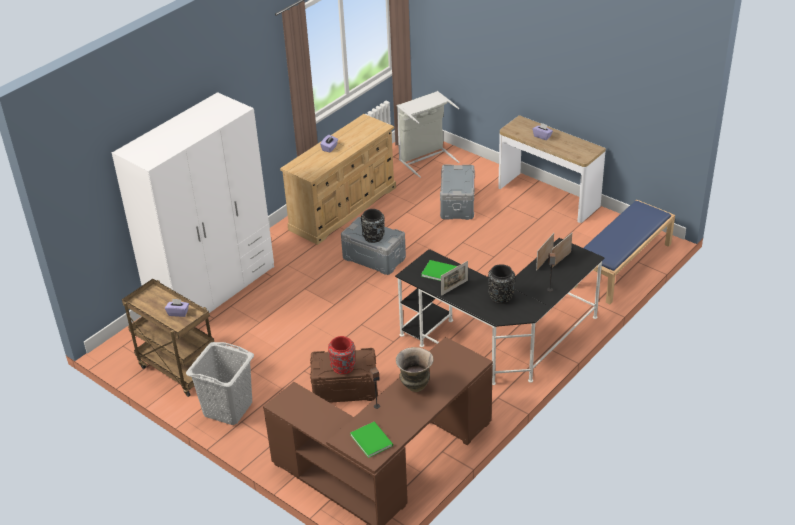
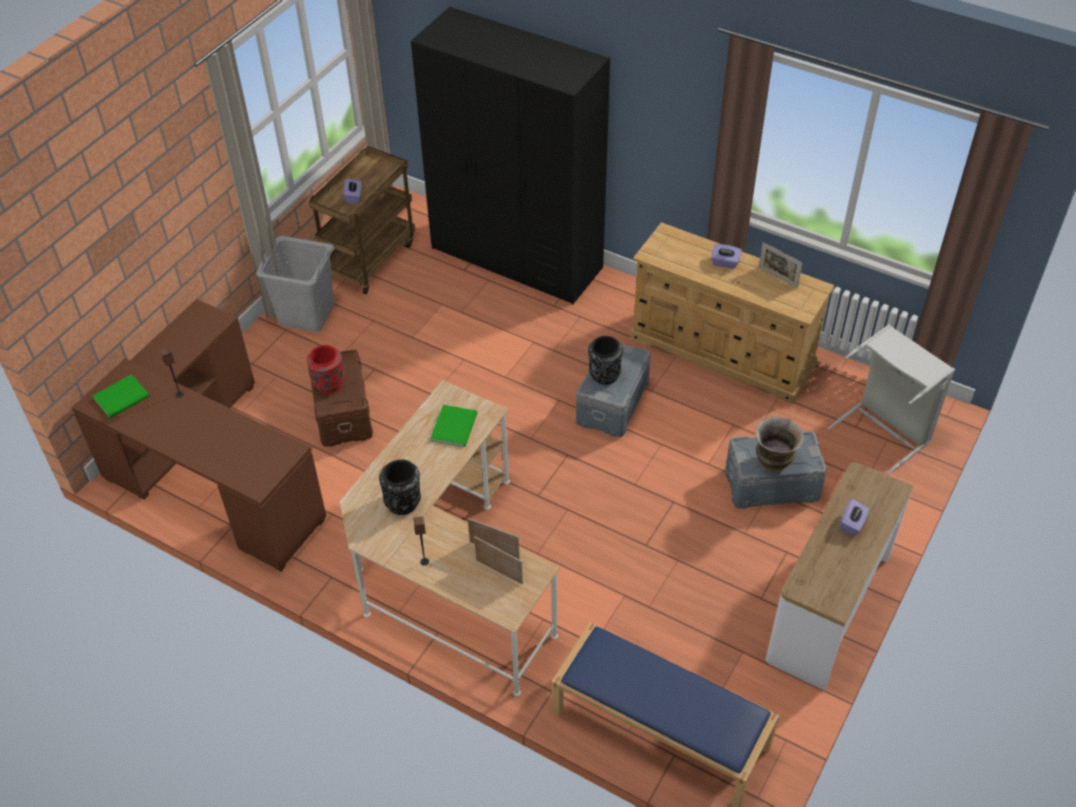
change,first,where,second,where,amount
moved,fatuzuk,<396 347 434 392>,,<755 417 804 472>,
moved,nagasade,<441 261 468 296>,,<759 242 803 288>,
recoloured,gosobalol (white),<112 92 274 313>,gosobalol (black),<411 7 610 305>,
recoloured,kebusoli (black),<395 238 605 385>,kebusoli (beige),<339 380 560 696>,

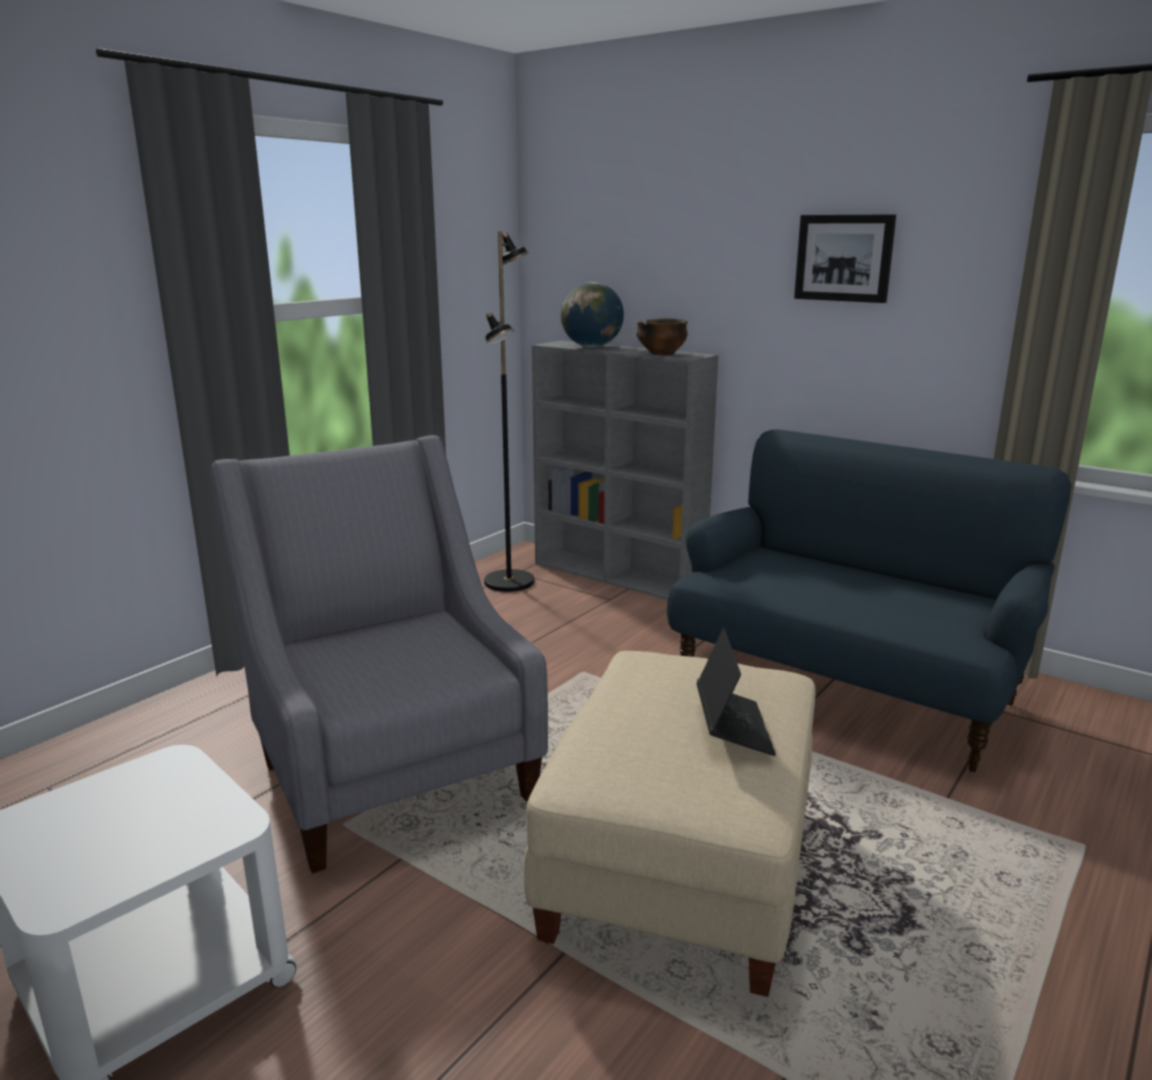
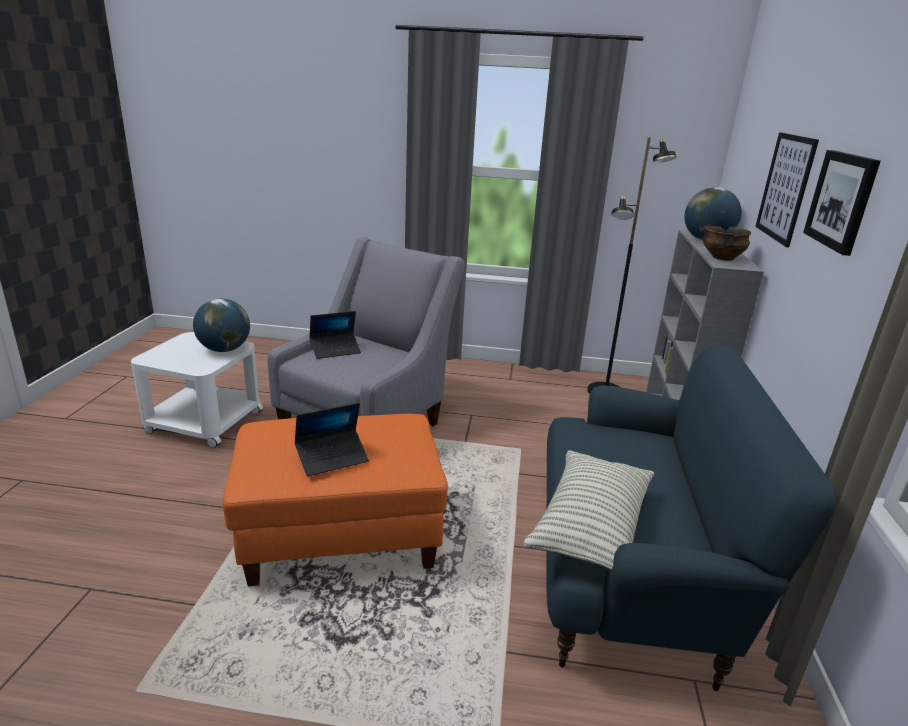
change,first,where,second,where,amount
added,,,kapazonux,<193 299 250 352>,
added,,,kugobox,<309 311 361 359>,
added,,,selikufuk,<524 451 654 570>,
added,,,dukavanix,<755 132 819 247>,
recoloured,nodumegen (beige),<523 651 816 997>,nodumegen (orange),<223 414 448 586>,

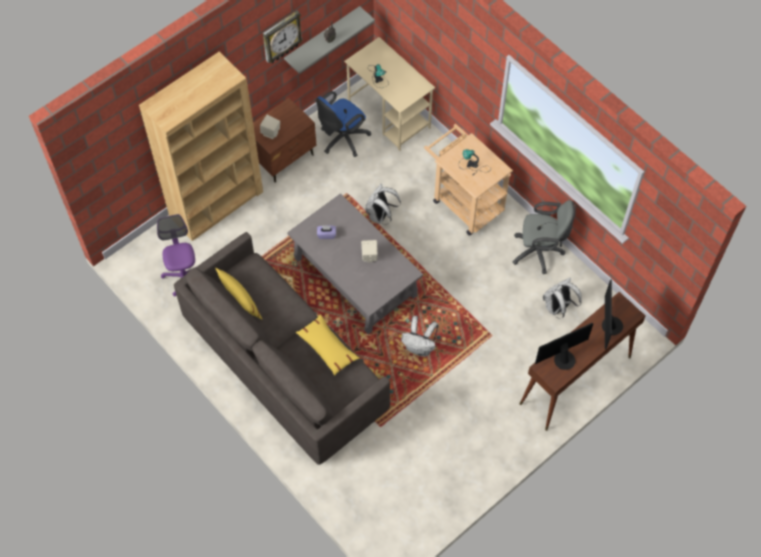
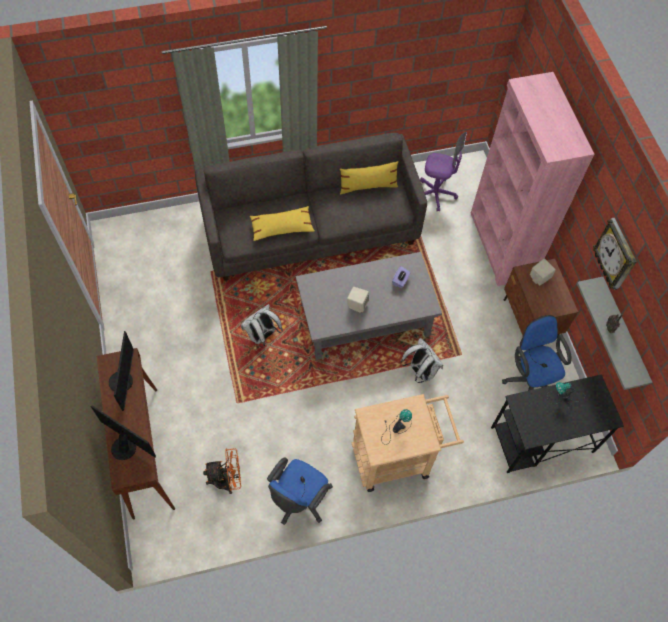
change,first,where,second,where,amount
replaced,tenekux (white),<543 277 582 319>,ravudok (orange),<203 448 241 494>,
recoloured,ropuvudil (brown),<139 52 263 241>,ropuvudil (pink),<471 72 594 286>,
recoloured,kebusoli (beige),<344 37 435 151>,kebusoli (black),<491 374 624 473>,
recoloured,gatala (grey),<513 200 575 274>,gatala (blue),<267 457 333 525>,

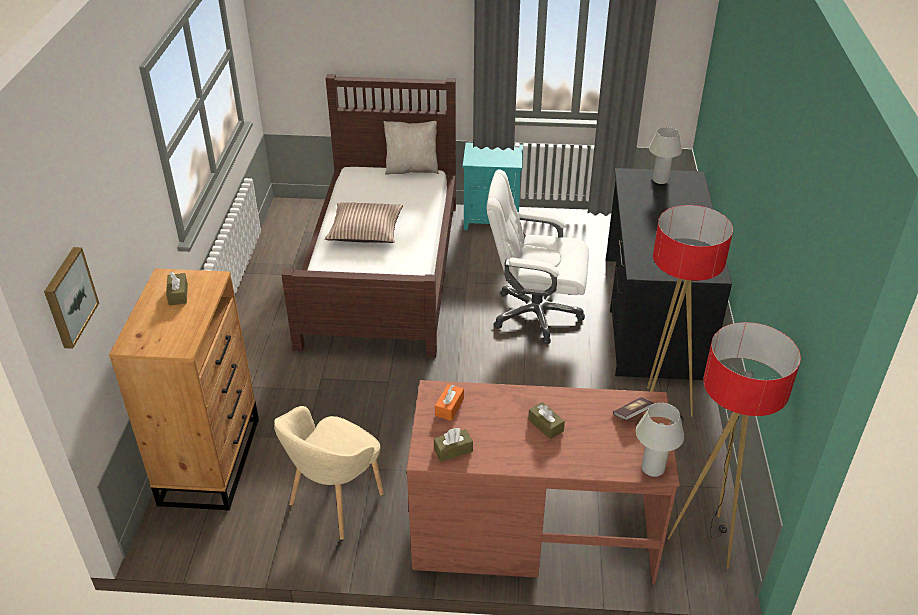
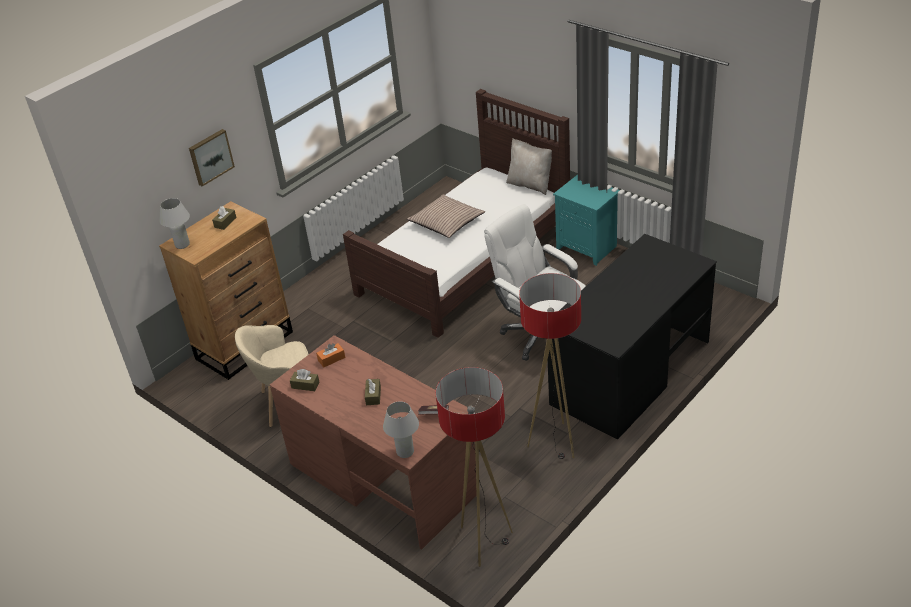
change,first,where,second,where,amount
moved,dukavanix,<44 247 99 349>,,<189 129 235 187>,
moved,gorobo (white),<649 127 682 184>,,<159 198 190 249>,

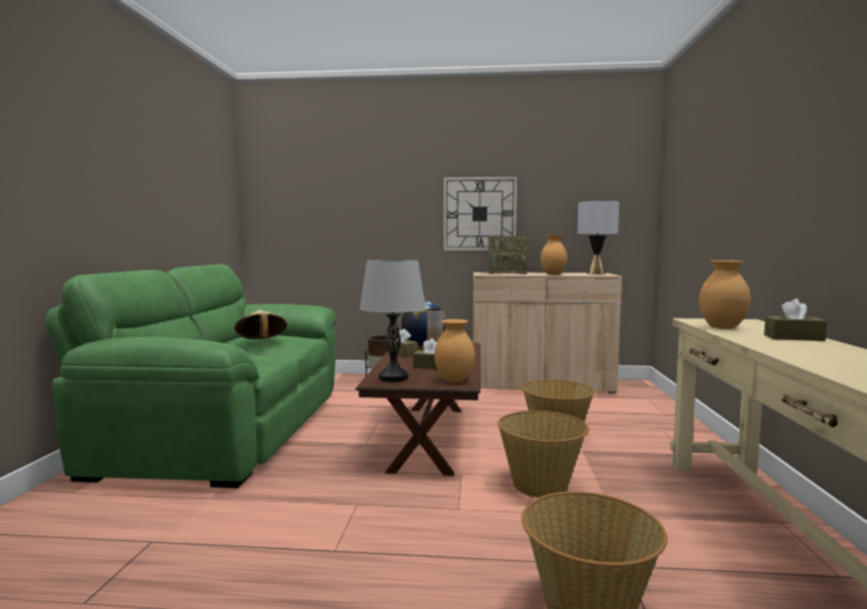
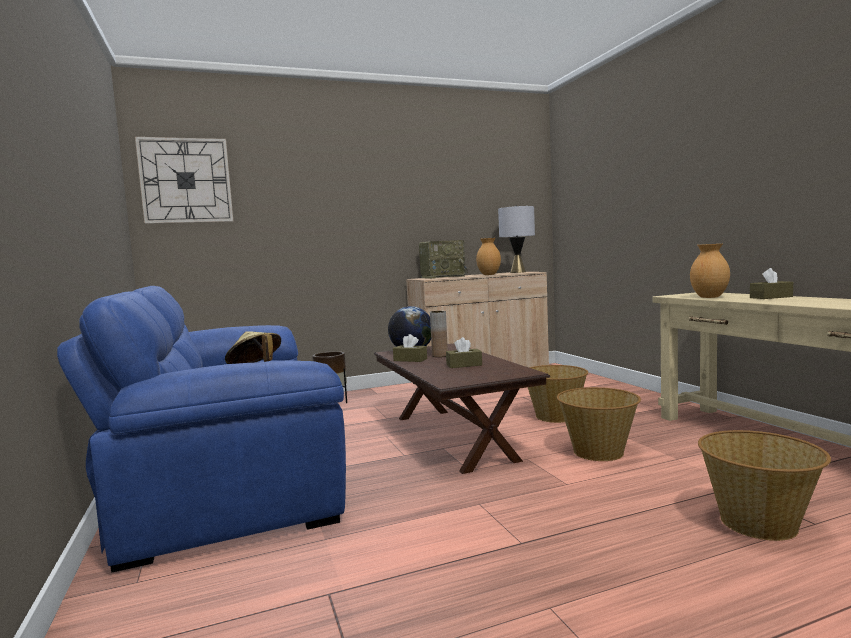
change,first,where,second,where,amount
removed,gorobo (grey),<360 260 426 382>,,,
removed,fatuzuk (brown),<434 319 475 382>,,,
moved,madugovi,<444 177 517 250>,,<135 137 233 224>,
recoloured,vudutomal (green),<45 264 337 488>,vudutomal (blue),<57 286 346 572>,

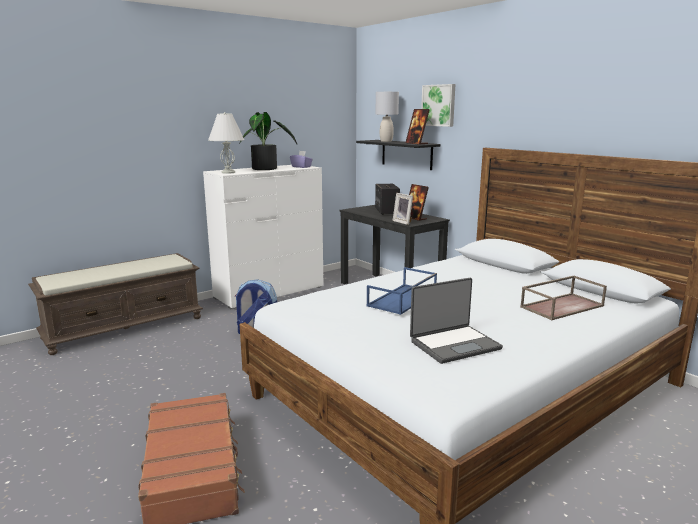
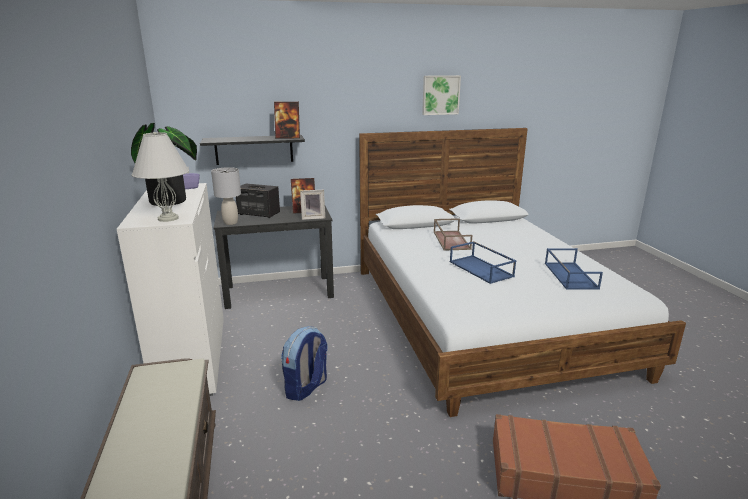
change,first,where,second,where,amount
moved,gorobo (grey),<375 92 399 142>,,<211 167 241 225>,
moved,dukavanix,<421 84 456 127>,,<422 75 461 115>,
moved,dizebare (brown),<520 276 607 320>,,<434 218 472 251>,
replaced,kugobox,<410 278 503 364>,dizebare (blue),<545 248 603 290>,

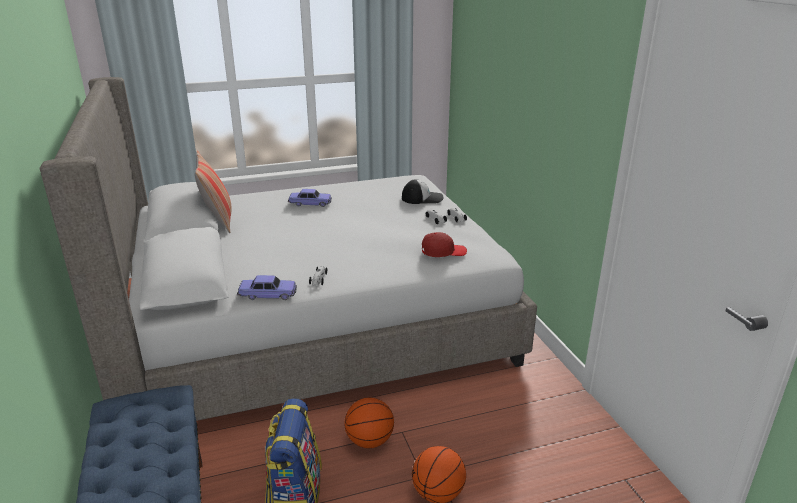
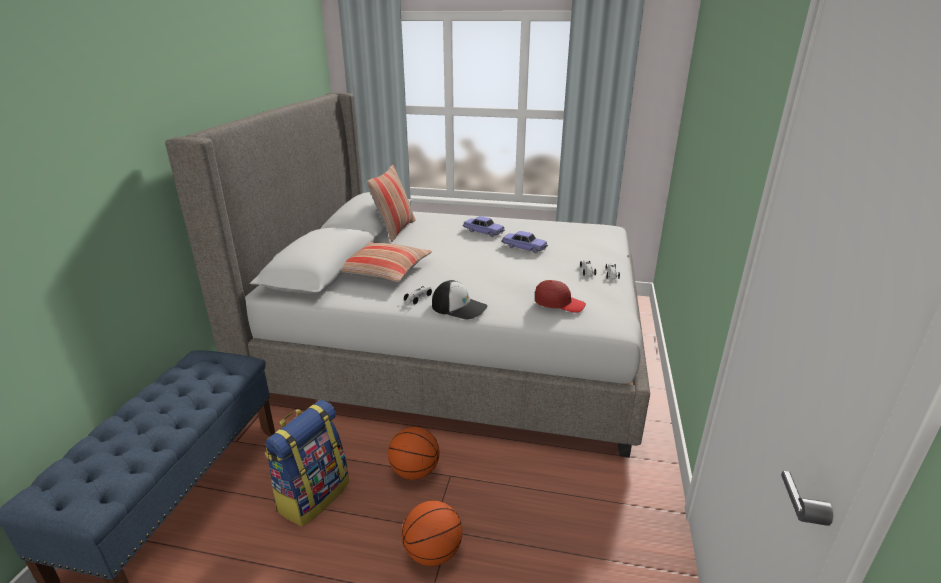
change,first,where,second,where,amount
added,,,selikufuk,<341 242 432 282>,
moved,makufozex,<237 275 297 300>,,<501 231 548 253>,
moved,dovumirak,<402 179 443 204>,,<432 280 488 320>,

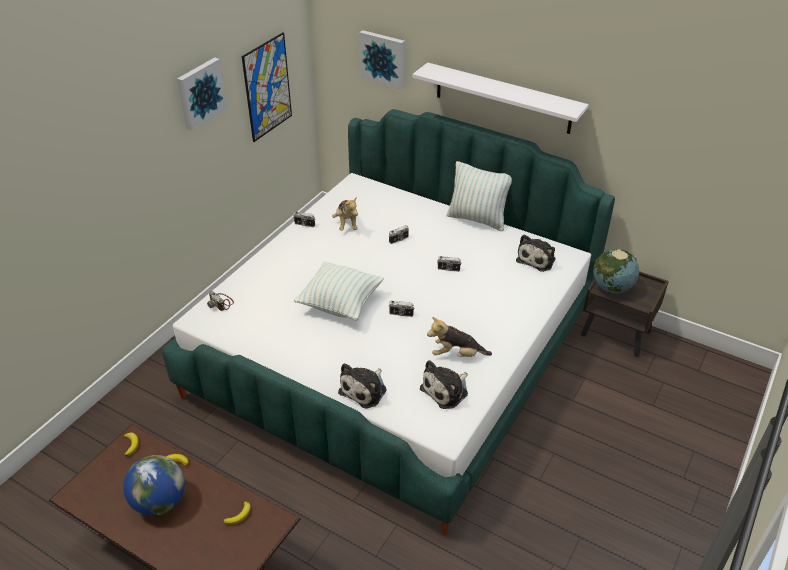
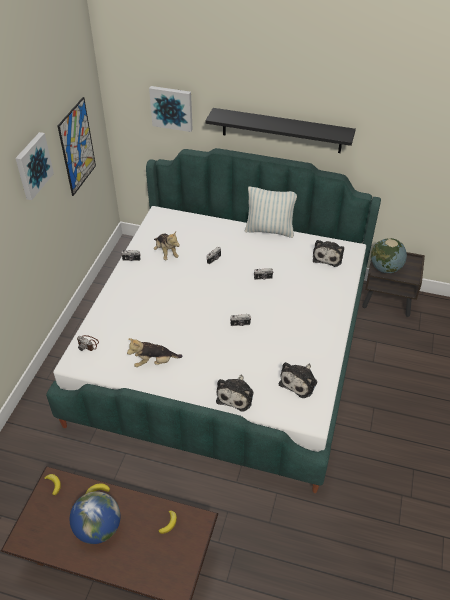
change,first,where,second,where,amount
removed,selikufuk,<294 261 384 321>,,,
moved,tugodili,<427 317 492 357>,,<127 338 183 367>,
recoloured,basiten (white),<413 62 589 134>,basiten (black),<205 108 356 153>,

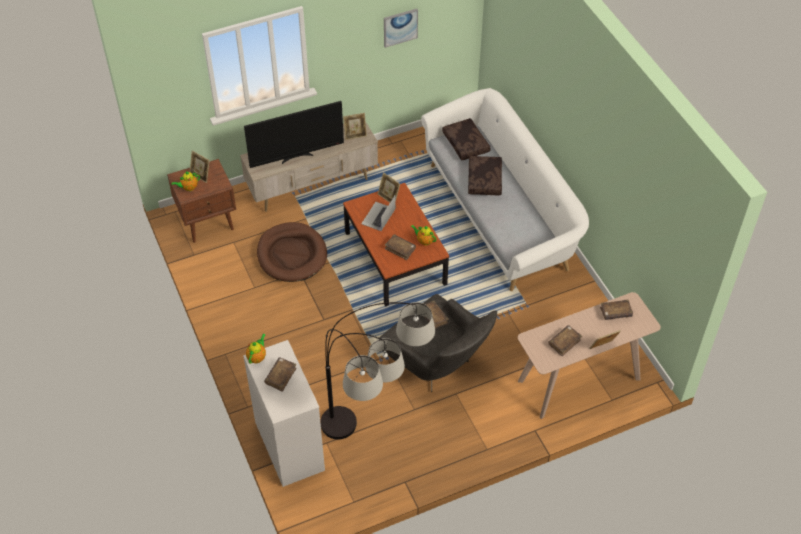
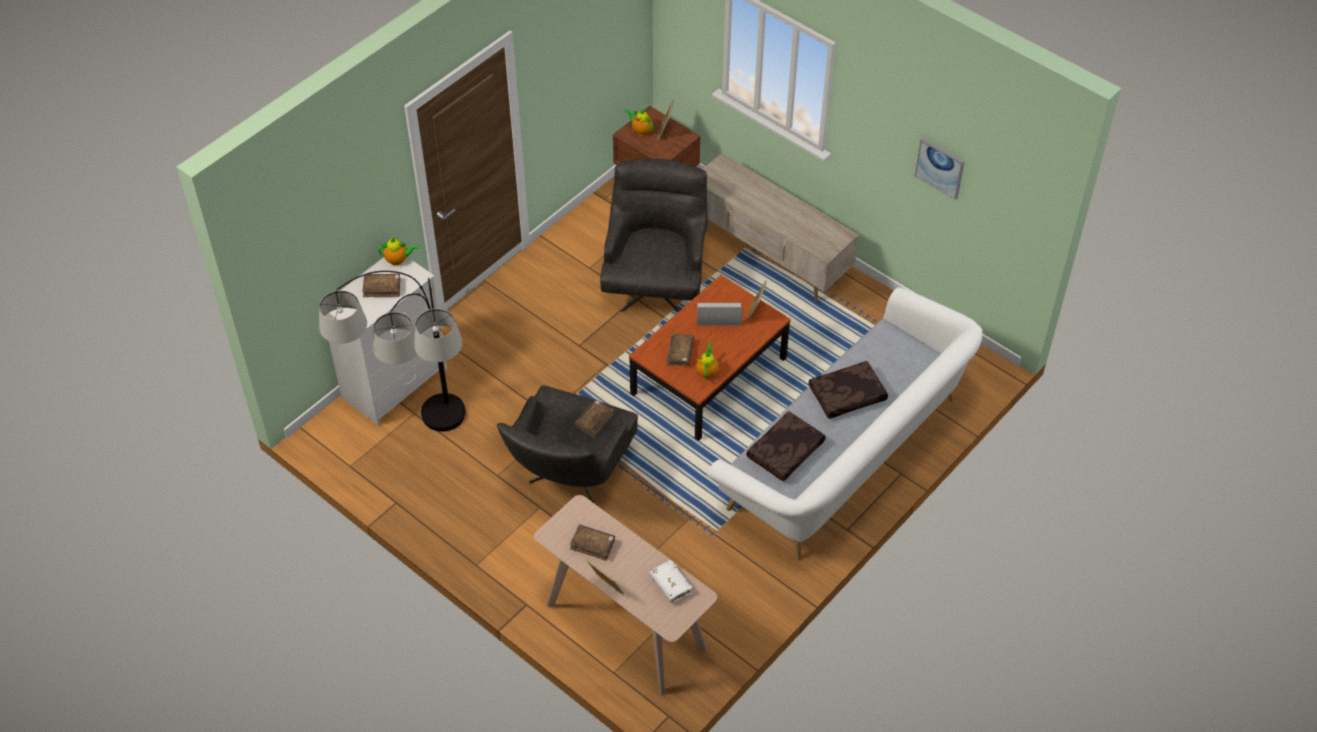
change,first,where,second,where,amount
removed,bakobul,<244 101 344 168>,,,
removed,nagasade,<343 113 367 140>,,,
moved,selikufuk (brown),<442 118 491 161>,,<746 411 825 482>,
replaced,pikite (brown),<257 222 327 282>,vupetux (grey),<600 159 708 312>,
recoloured,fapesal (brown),<600 299 633 320>,fapesal (white),<649 560 693 603>,

